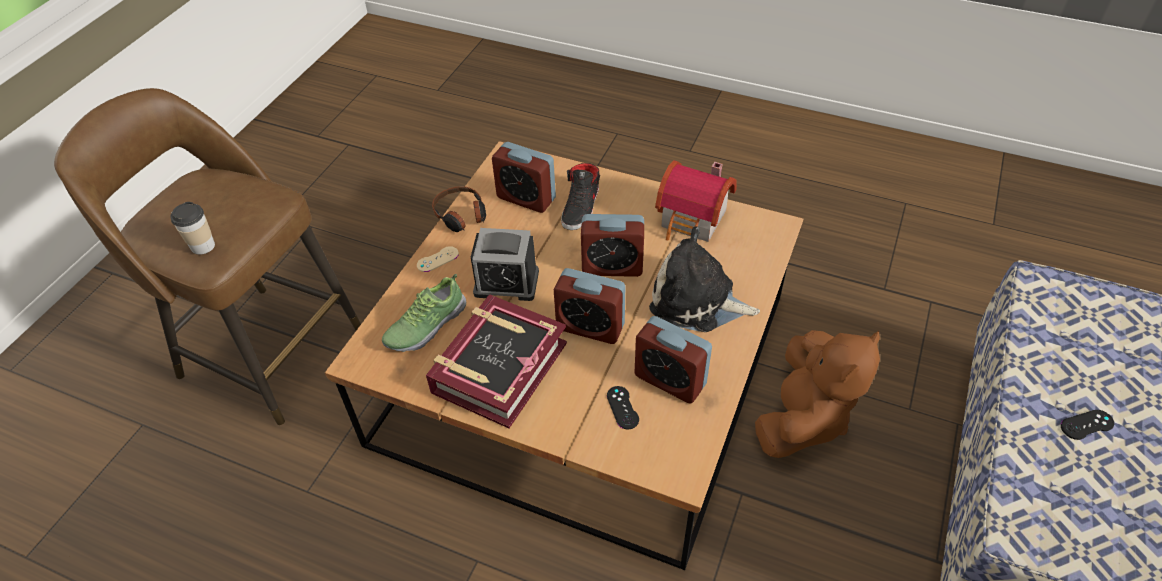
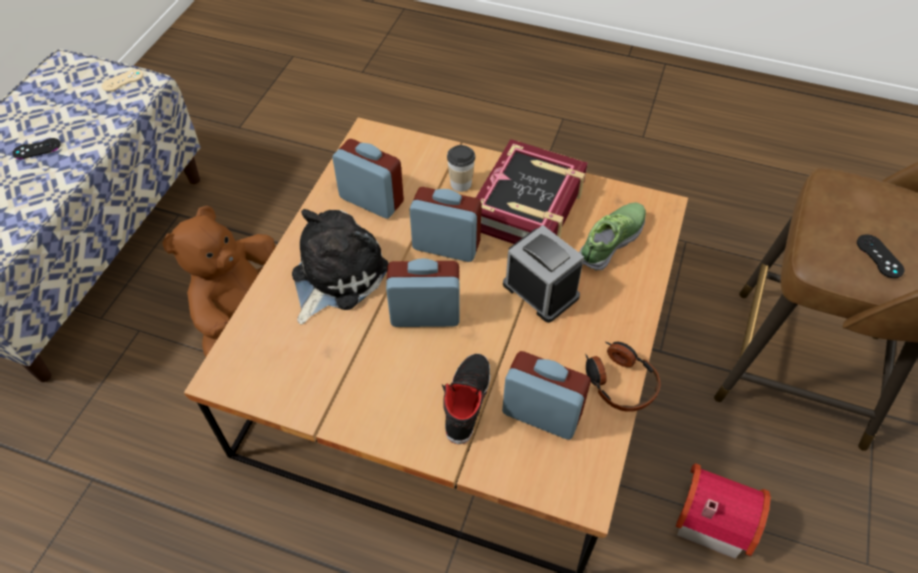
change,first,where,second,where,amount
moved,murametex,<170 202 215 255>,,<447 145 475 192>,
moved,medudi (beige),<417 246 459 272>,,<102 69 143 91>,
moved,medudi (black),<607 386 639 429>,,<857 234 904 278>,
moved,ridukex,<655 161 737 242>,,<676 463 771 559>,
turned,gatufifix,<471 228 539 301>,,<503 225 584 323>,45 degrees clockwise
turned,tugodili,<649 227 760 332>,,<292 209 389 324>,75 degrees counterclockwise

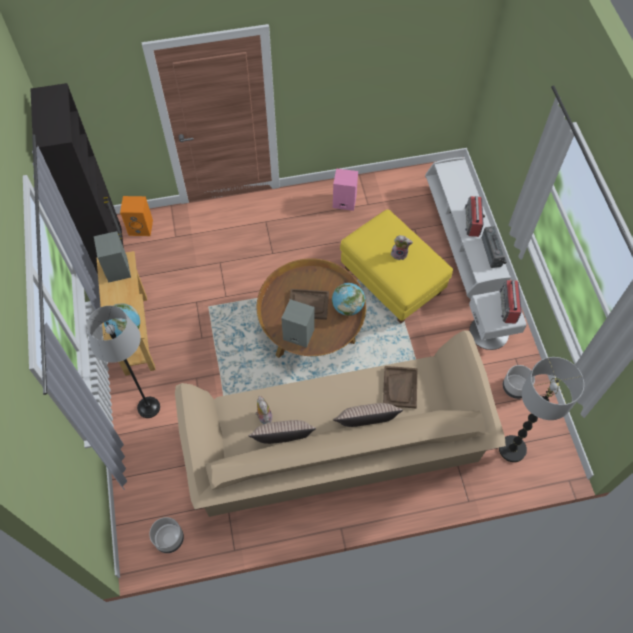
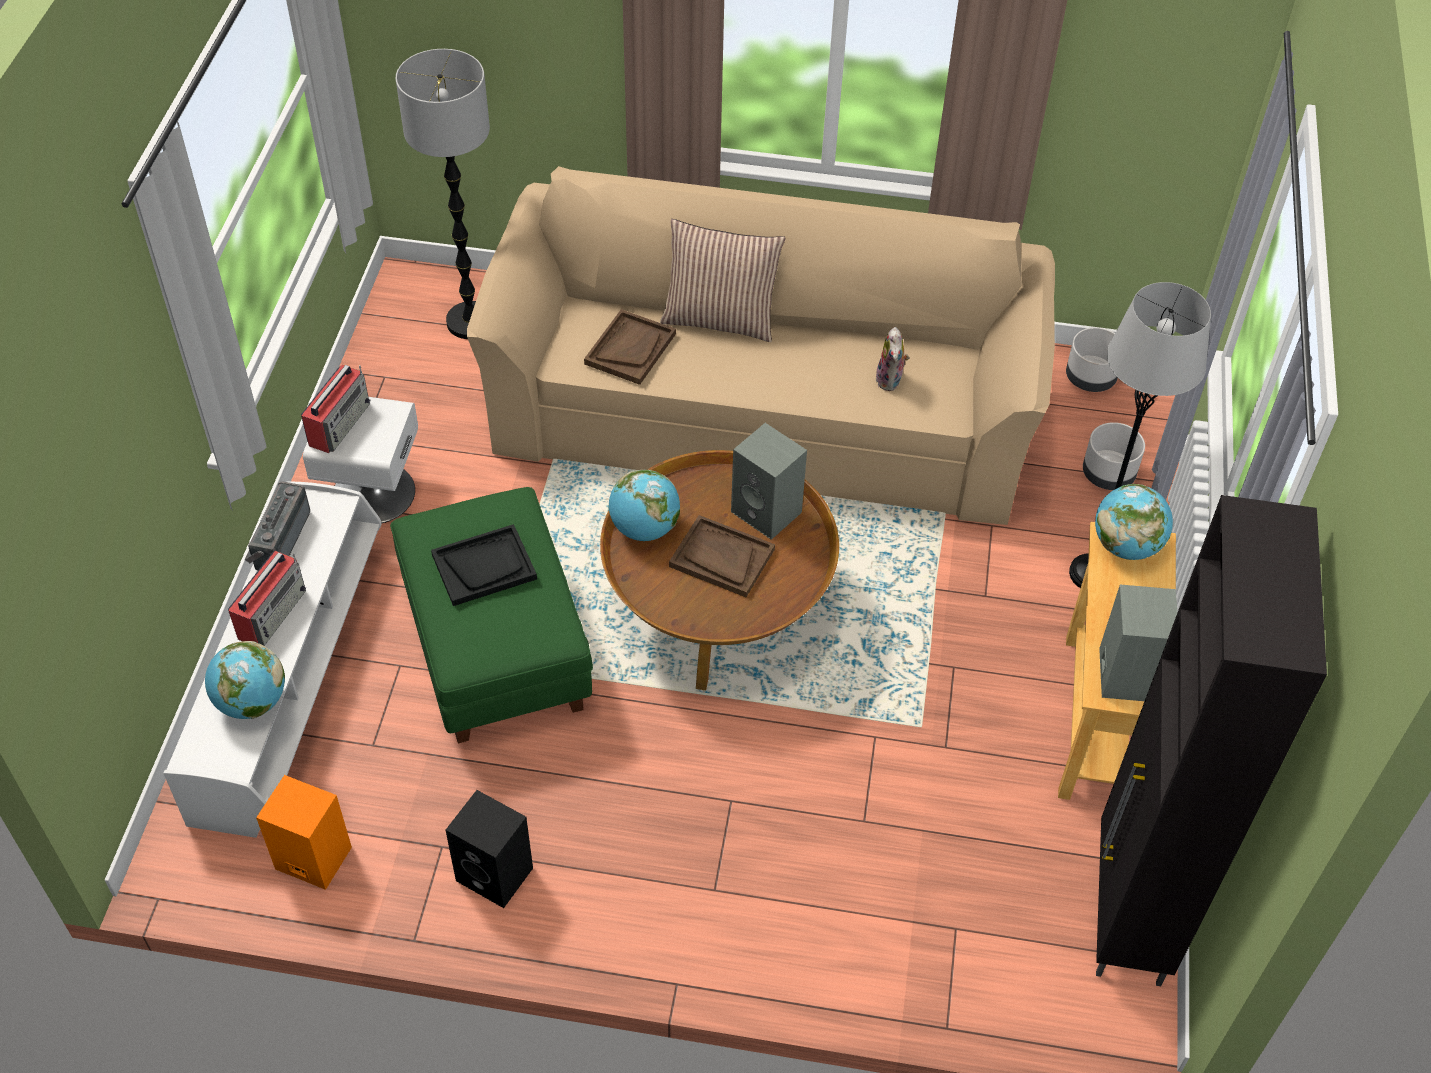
change,first,where,second,where,amount
removed,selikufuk,<248 420 316 444>,,,
added,,,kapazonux,<205 641 285 719>,
moved,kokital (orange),<120 196 153 236>,,<256 775 352 890>,
moved,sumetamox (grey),<503 365 535 399>,,<1083 422 1145 490>,
replaced,tugodili,<391 235 413 260>,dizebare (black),<431 524 537 606>,
recoloured,kokital (pink),<333 168 358 211>,kokital (black),<446 790 533 908>,
recoloured,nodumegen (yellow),<340 209 453 323>,nodumegen (green),<390 487 593 744>,

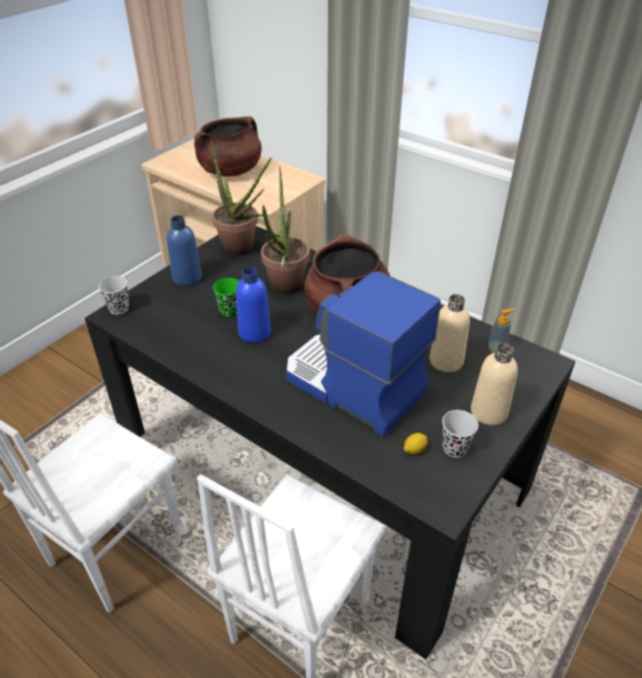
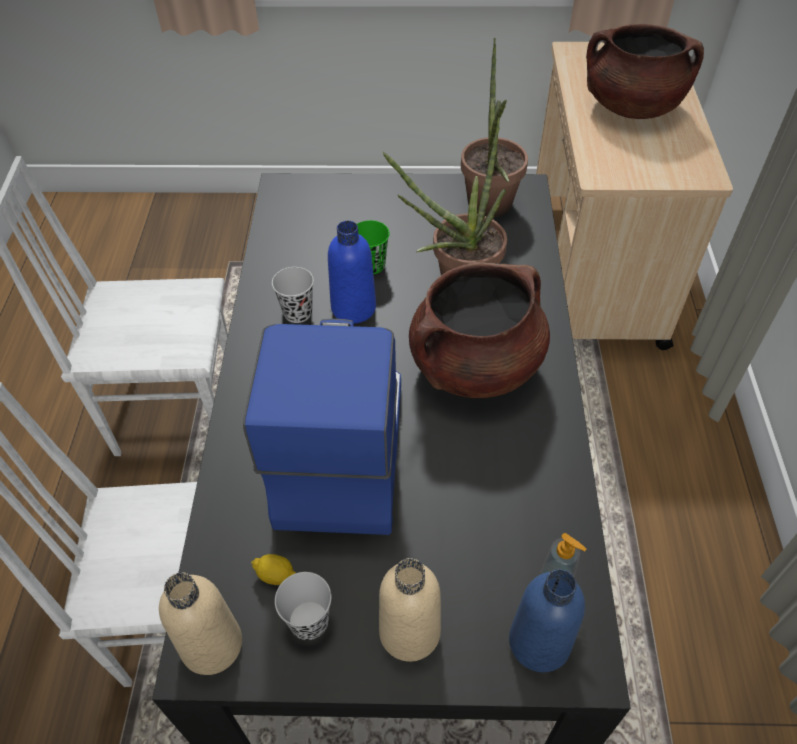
change,first,where,second,where,amount
moved,murametex (black),<98 276 129 315>,,<272 267 314 323>,
moved,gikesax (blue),<167 215 202 286>,,<509 569 585 672>,
moved,gikesax (beige),<430 294 470 372>,,<159 572 242 675>,

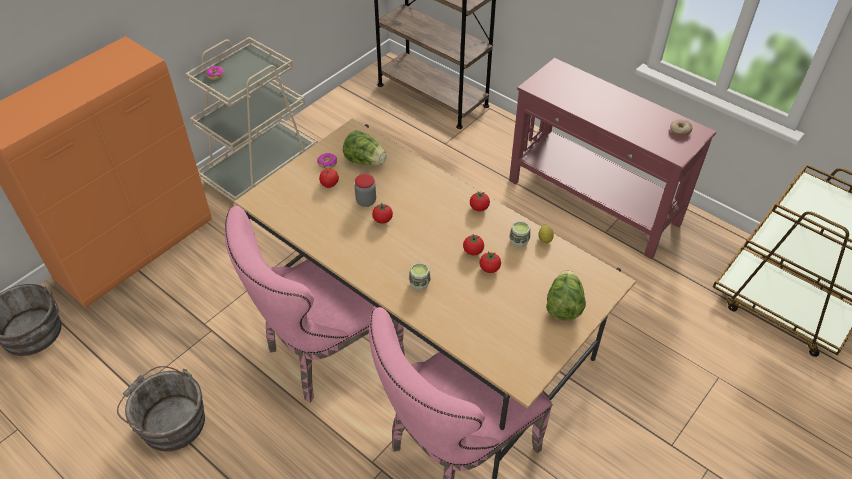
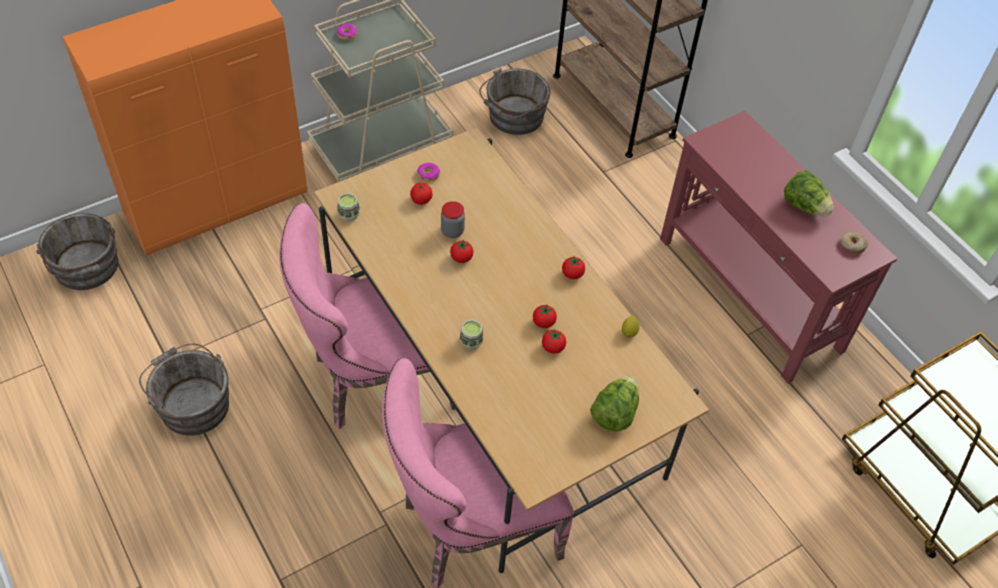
change,first,where,second,where,amount
added,,,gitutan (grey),<479 68 551 135>,
moved,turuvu,<343 130 387 165>,,<784 170 834 216>,
moved,murametex,<509 221 530 247>,,<337 193 360 222>,

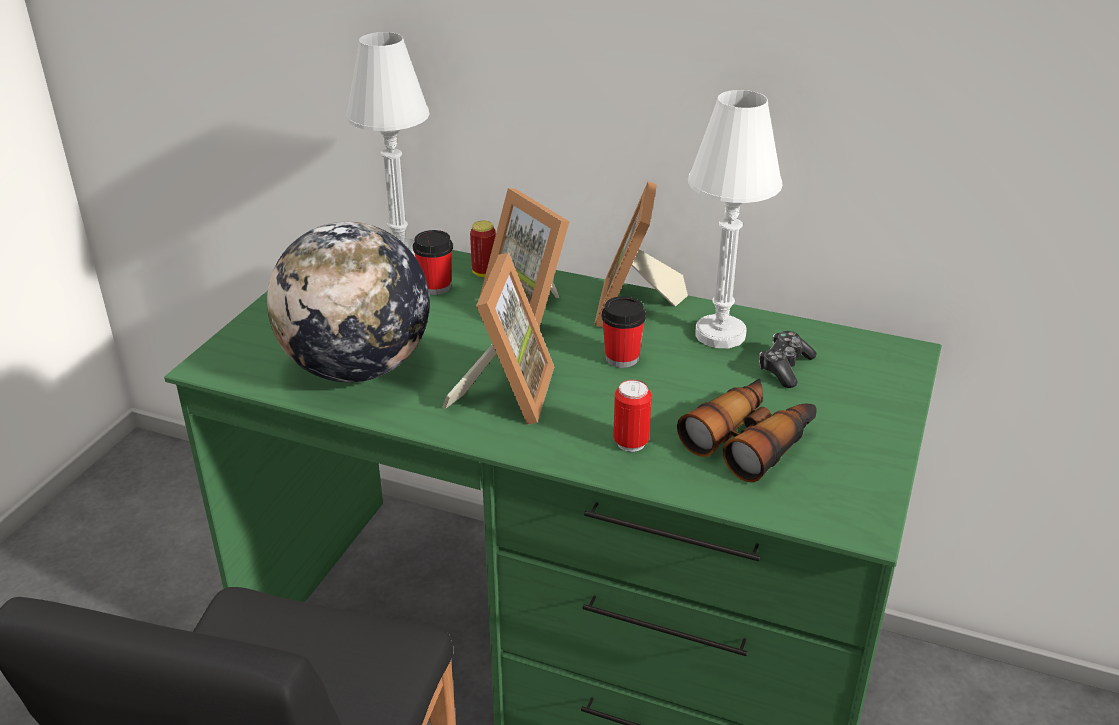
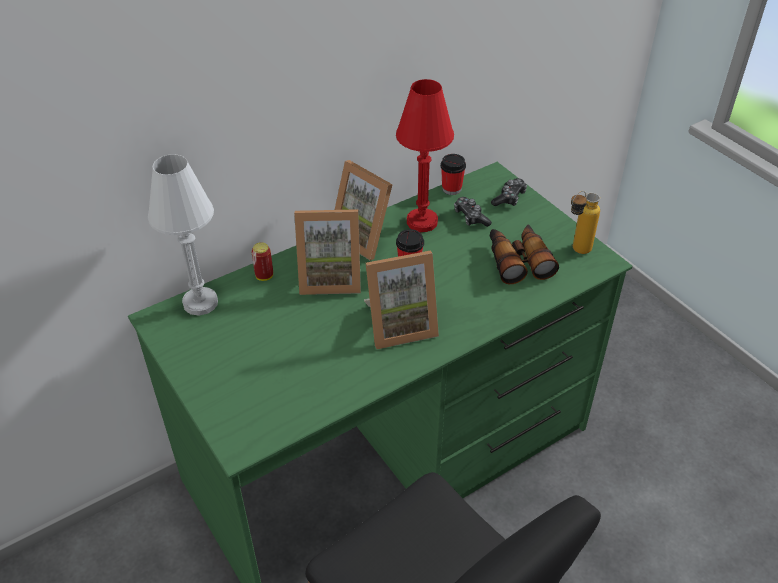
change,first,where,second,where,amount
removed,kapazonux,<267 222 430 382>,,,
removed,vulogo,<613 380 652 452>,,,
added,,,medudi,<491 178 527 206>,
added,,,gikesax,<571 191 600 254>,
moved,murametex,<413 230 453 295>,,<441 154 466 195>,
recoloured,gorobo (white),<688 90 782 348>,gorobo (red),<396 79 454 232>,
turned,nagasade,<442 252 554 425>,,<364 251 439 349>,120 degrees clockwise

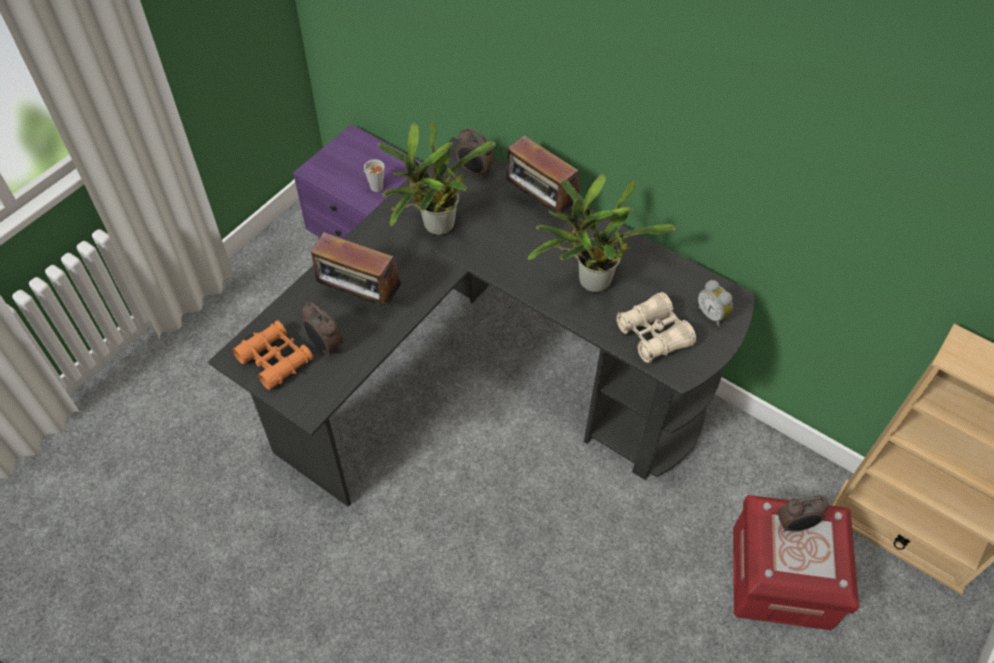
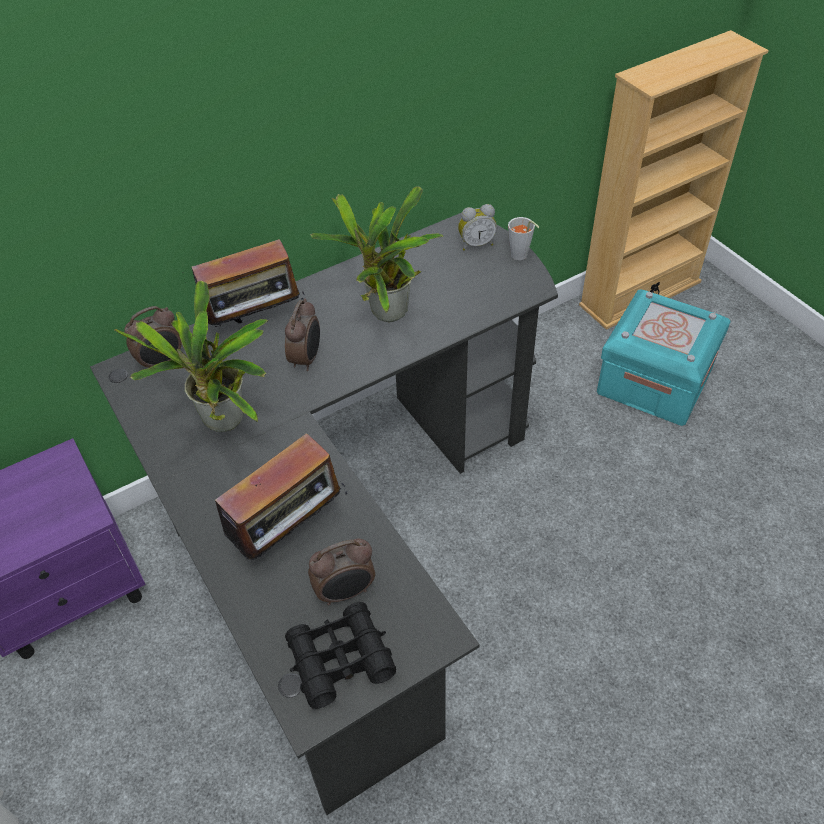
change,first,where,second,where,amount
removed,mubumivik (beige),<616 292 696 363>,,,
moved,murametex (grey),<364 159 384 192>,,<508 217 539 260>,
moved,gatufifix,<777 495 829 532>,,<285 298 320 371>,
recoloured,mubumivik (orange),<233 320 313 390>,mubumivik (black),<285 602 396 709>,
recoloured,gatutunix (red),<733 495 859 630>,gatutunix (turquoise),<597 290 731 426>,

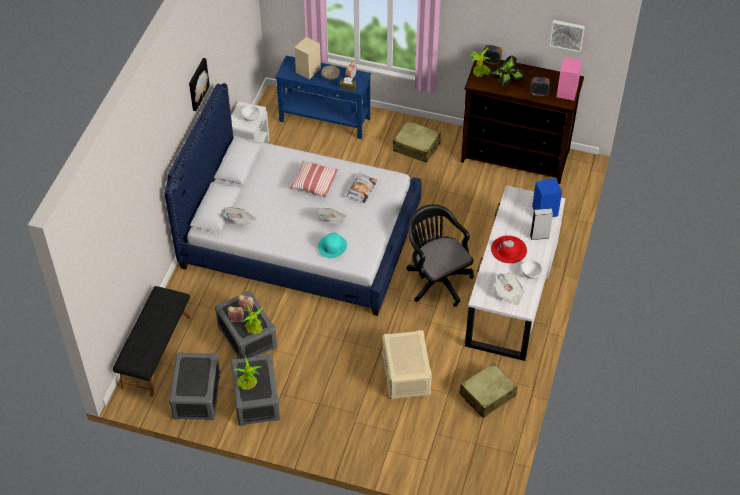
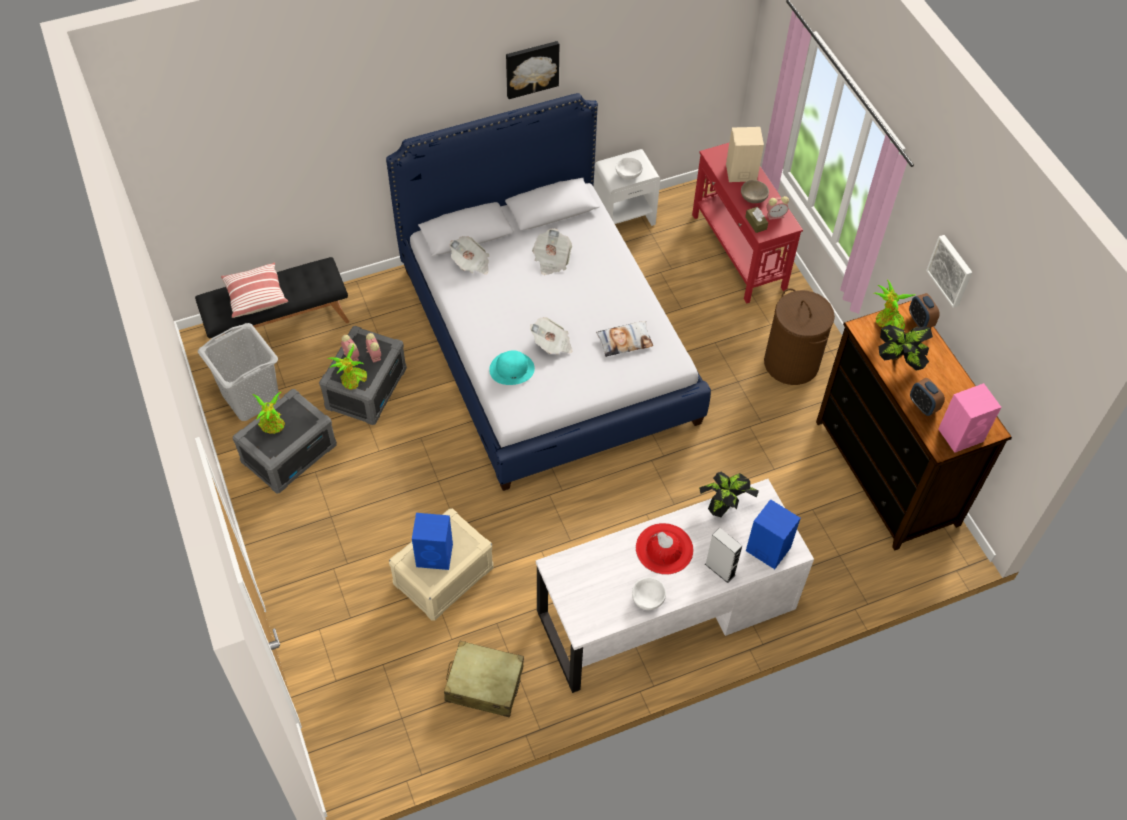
change,first,where,second,where,amount
removed,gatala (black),<406 205 474 307>,,,
added,,,kokital (blue),<412 513 453 570>,
added,,,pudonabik,<699 472 759 517>,
moved,selikufuk,<290 161 338 198>,,<221 262 288 318>,
moved,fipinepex,<495 272 525 305>,,<532 229 572 275>,
moved,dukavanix,<549 20 585 52>,,<926 235 972 308>,
replaced,gatutunix (grey),<169 353 220 420>,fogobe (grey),<198 323 279 421>,
replaced,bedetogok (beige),<393 121 441 163>,fogobe (brown),<764 288 835 385>,
recoloured,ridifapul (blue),<275 56 371 139>,ridifapul (red),<692 143 803 303>,

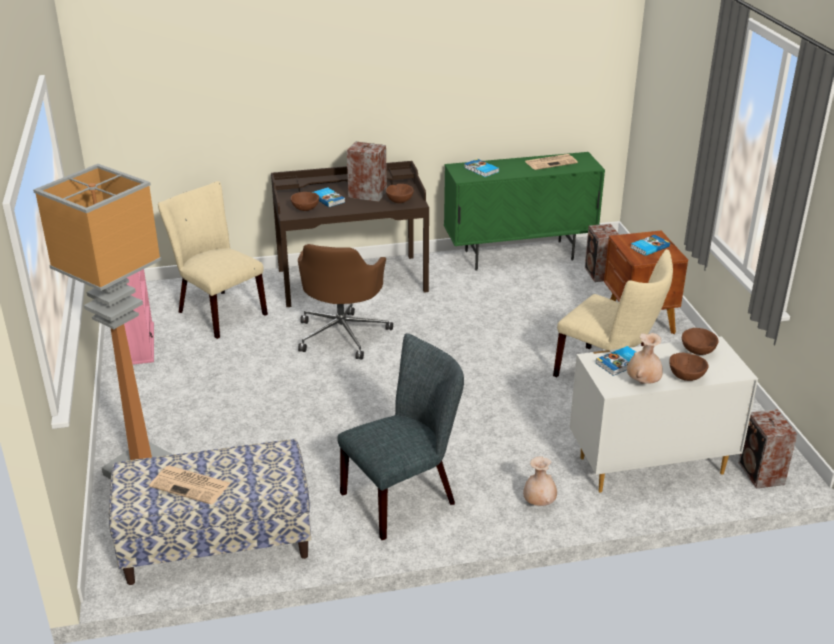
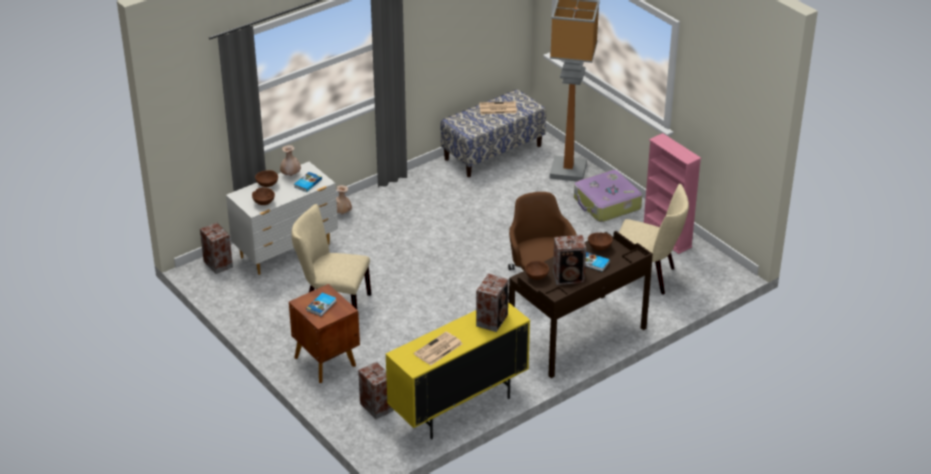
change,first,where,second,where,amount
removed,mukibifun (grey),<337 333 464 540>,,,
added,,,bedetogok,<574 170 642 222>,
replaced,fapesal,<464 159 499 177>,kokital,<476 274 509 332>,
recoloured,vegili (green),<444 152 605 271>,vegili (yellow),<385 302 530 440>,

